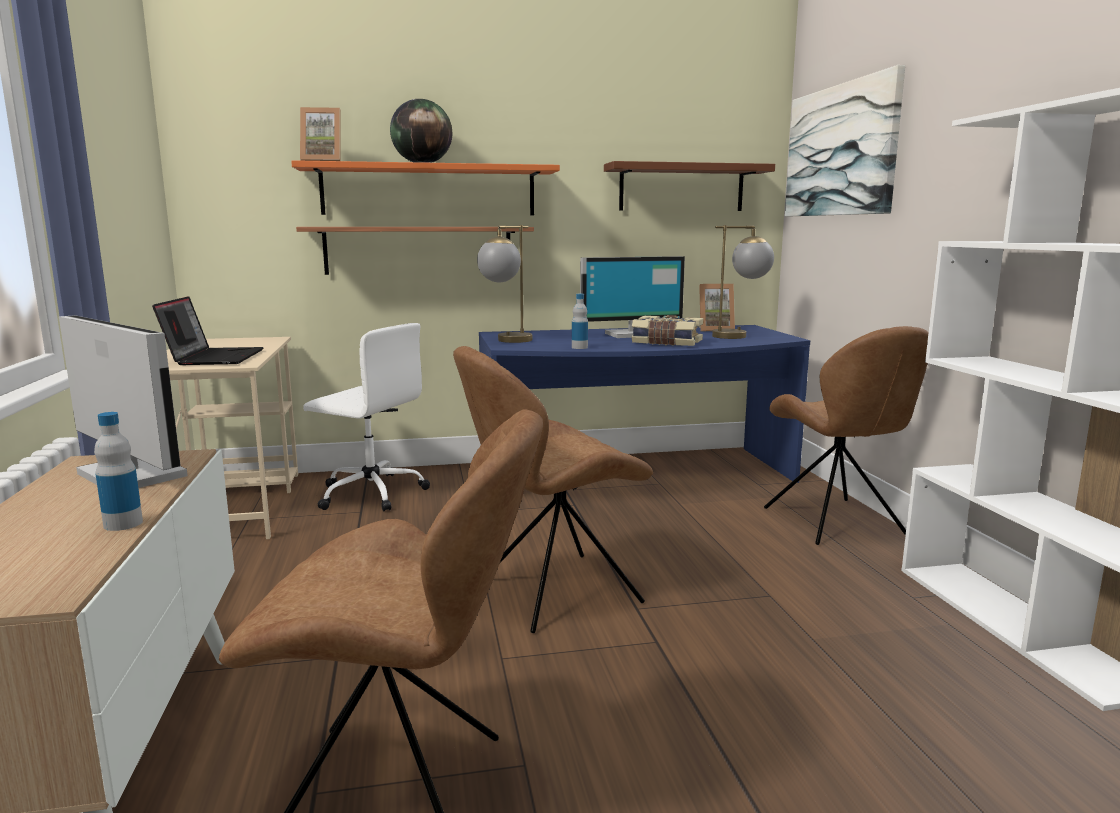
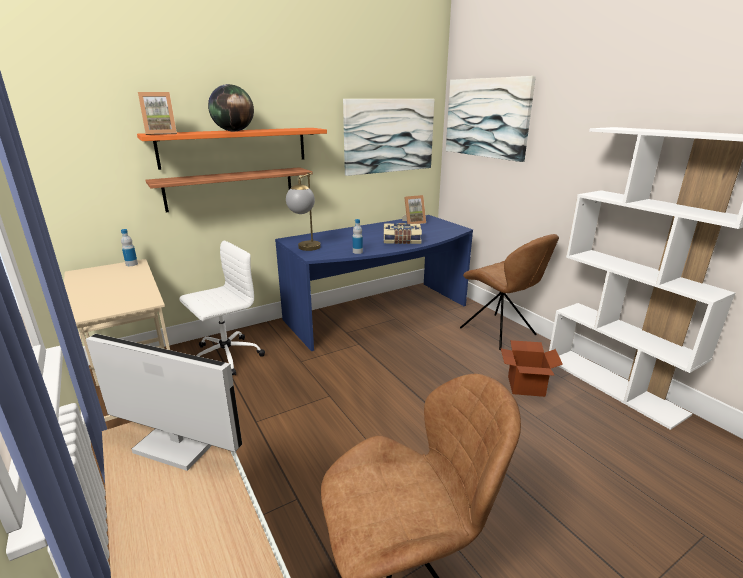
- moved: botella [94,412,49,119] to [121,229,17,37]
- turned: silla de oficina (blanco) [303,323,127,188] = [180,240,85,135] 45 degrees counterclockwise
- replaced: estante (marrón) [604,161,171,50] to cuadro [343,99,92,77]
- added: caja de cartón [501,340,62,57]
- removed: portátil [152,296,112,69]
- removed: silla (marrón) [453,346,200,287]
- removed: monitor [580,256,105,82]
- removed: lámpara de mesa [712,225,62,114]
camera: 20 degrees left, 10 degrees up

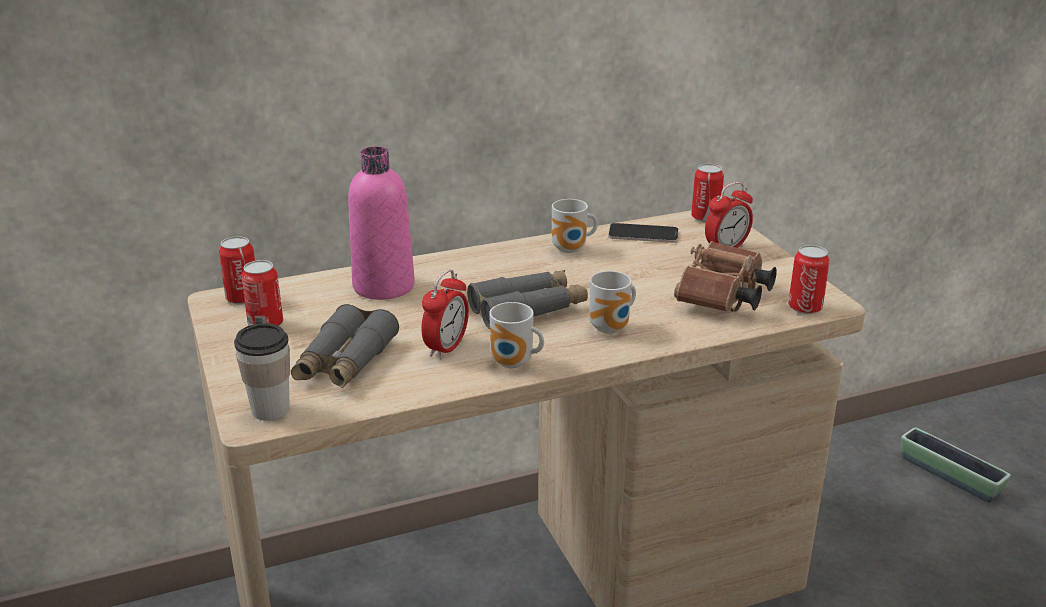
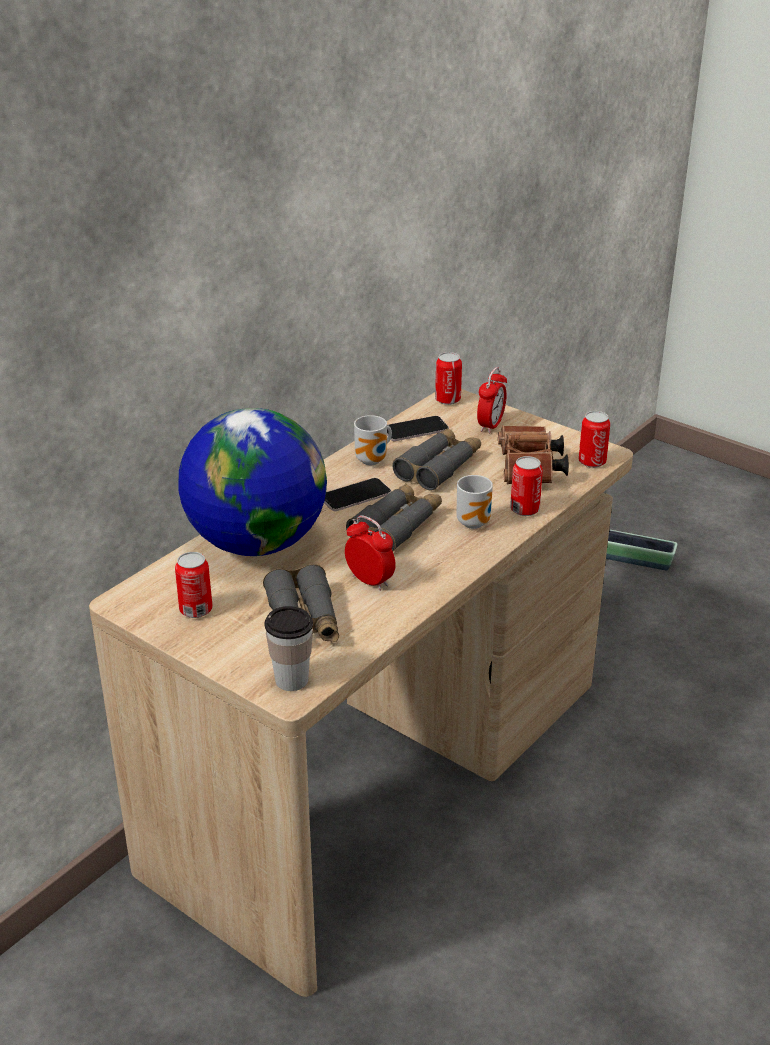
- replaced: botella (rosa) [348,147,67,153] to globo terráqueo [178,408,149,148]
- added: móvil [324,478,67,33]
- turned: despertador [421,269,48,90] = [345,515,51,76] 45 degrees counterclockwise
- added: prismáticos (gris) [392,428,89,63]
- moved: lata [219,236,36,69] to [510,456,33,60]
- removed: taza grande [489,302,55,66]
camera: 30 degrees left, 5 degrees up

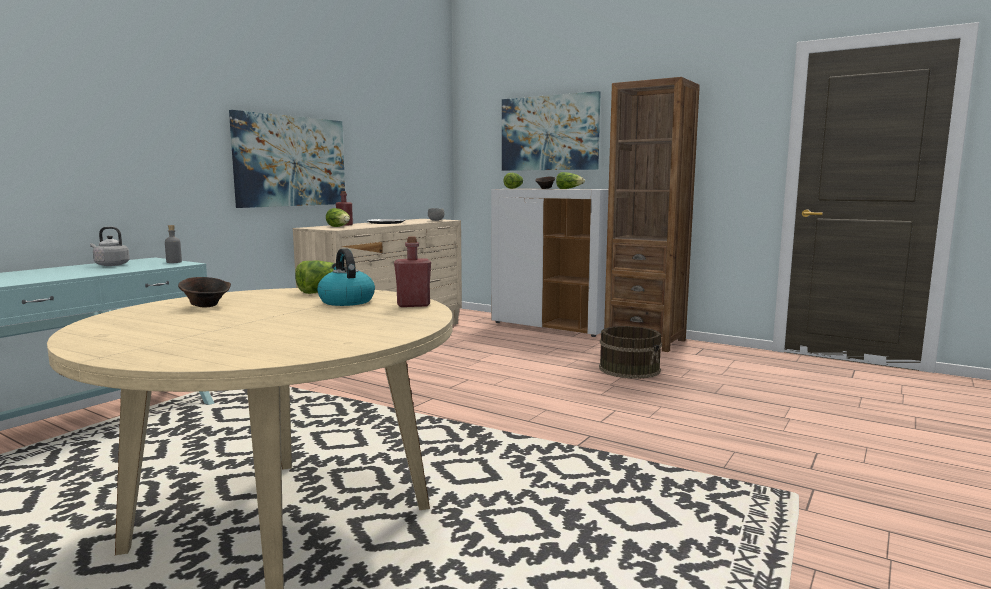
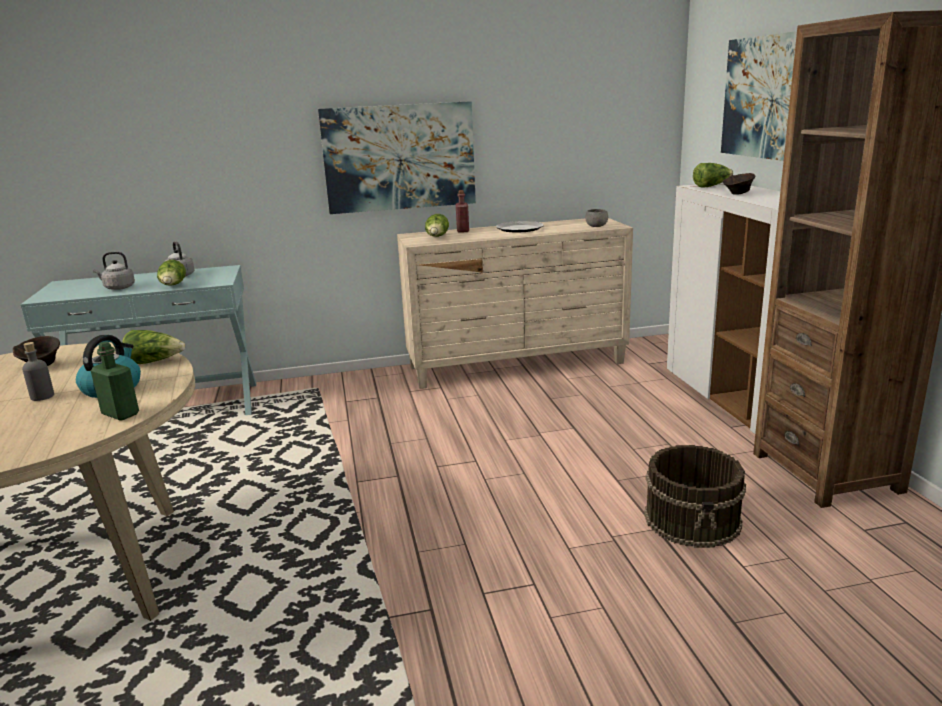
- moved: botella (gris) [165,225,17,38] to [22,342,32,59]
- recoloured: botella (rojo) [394,236,37,71] to botella (verde) [91,342,48,79]
- added: hervidor (gris) [93,252,42,38]
- moved: lechuga [556,172,29,17] to [157,260,29,25]
camera: 45 degrees right, 10 degrees up

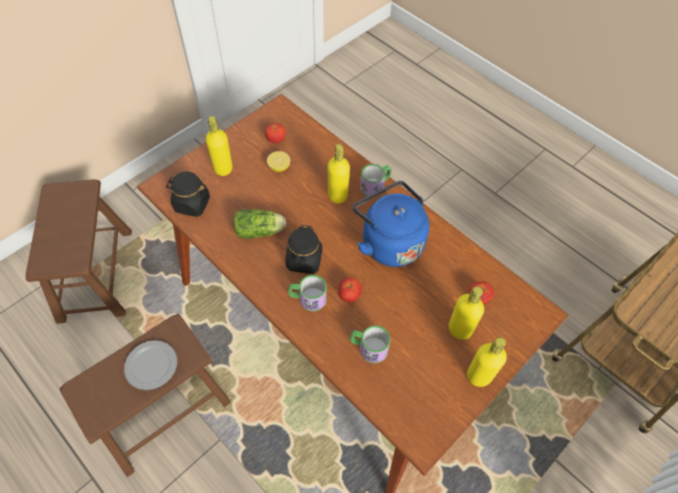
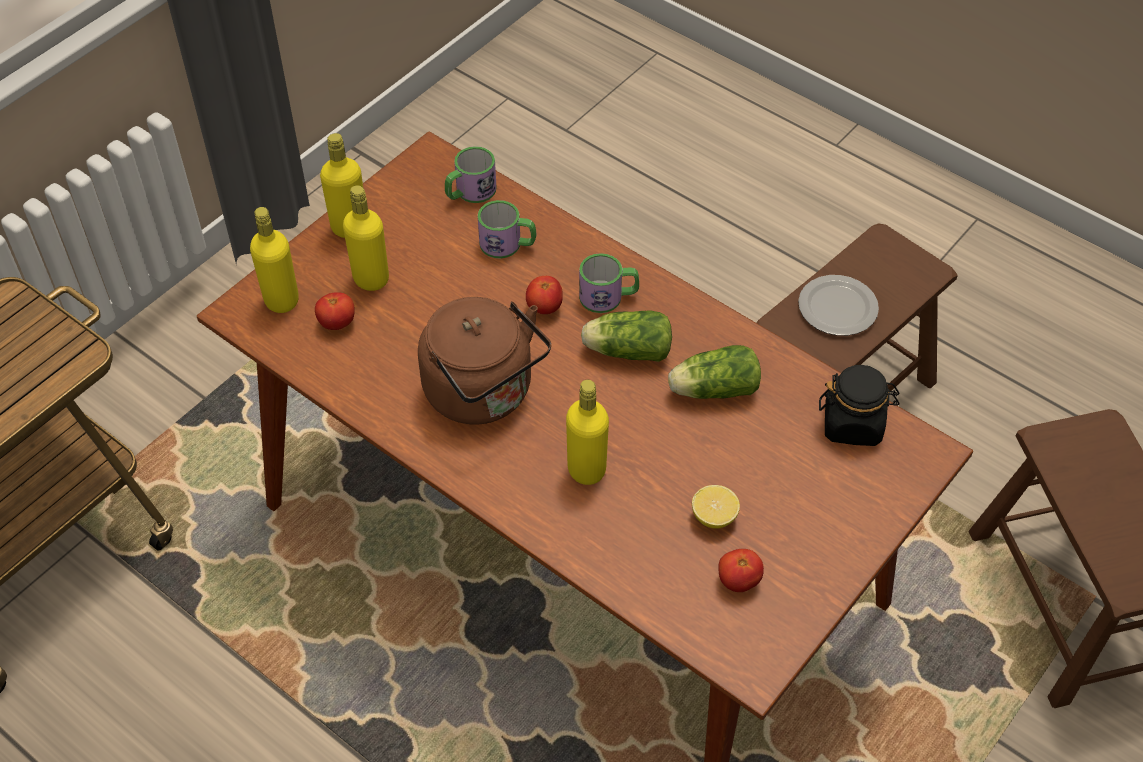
- moved: botella (amarillo) [206,116,27,60] to [250,207,49,106]
- recoloured: hervidor (azul) [353,181,76,86] to hervidor (marrón) [418,297,133,128]
- moved: taza grande [360,164,31,32] to [445,146,52,57]
- replaced: tarro (negro) [286,225,36,49] to lechuga [581,310,91,52]
camera: 175 degrees right, 5 degrees down

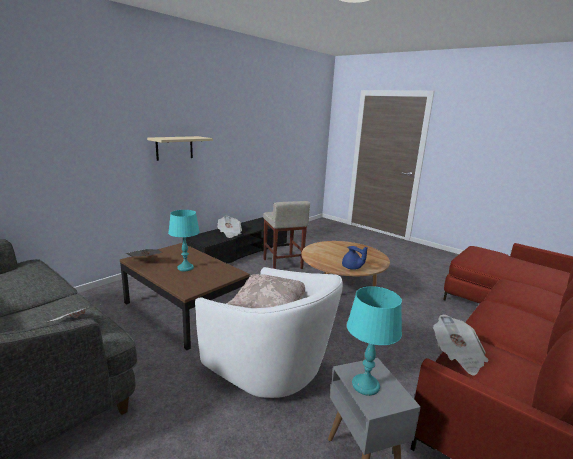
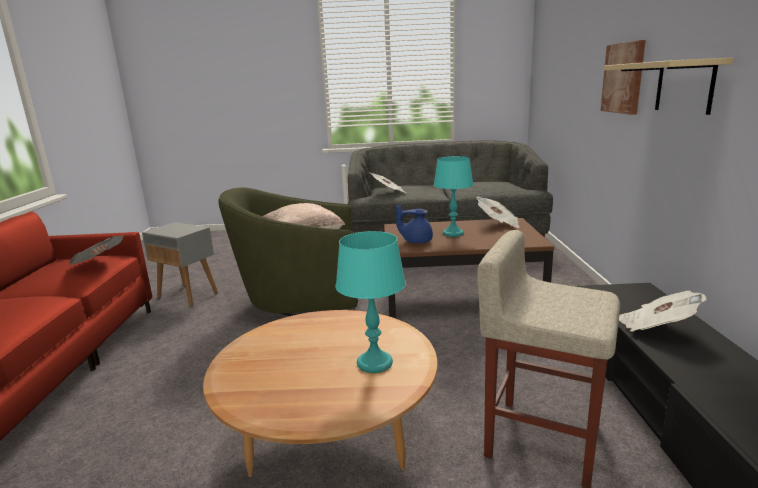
- recoloured: sillón (blanco) [195,267,148,131] to sillón (verde) [219,188,139,128]
- moved: lámpara de mesa (turquesa) [347,286,55,110] to [335,231,71,142]
- moved: tetera (azul) [342,246,26,24] to [395,205,38,38]
- added: cuadro [600,40,46,75]
camera: 140 degrees right, 0 degrees up

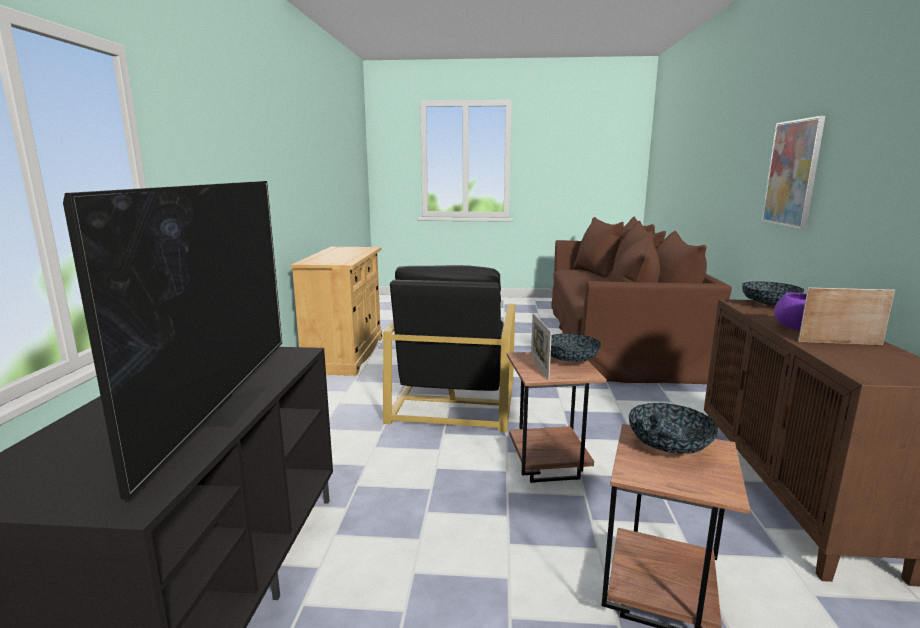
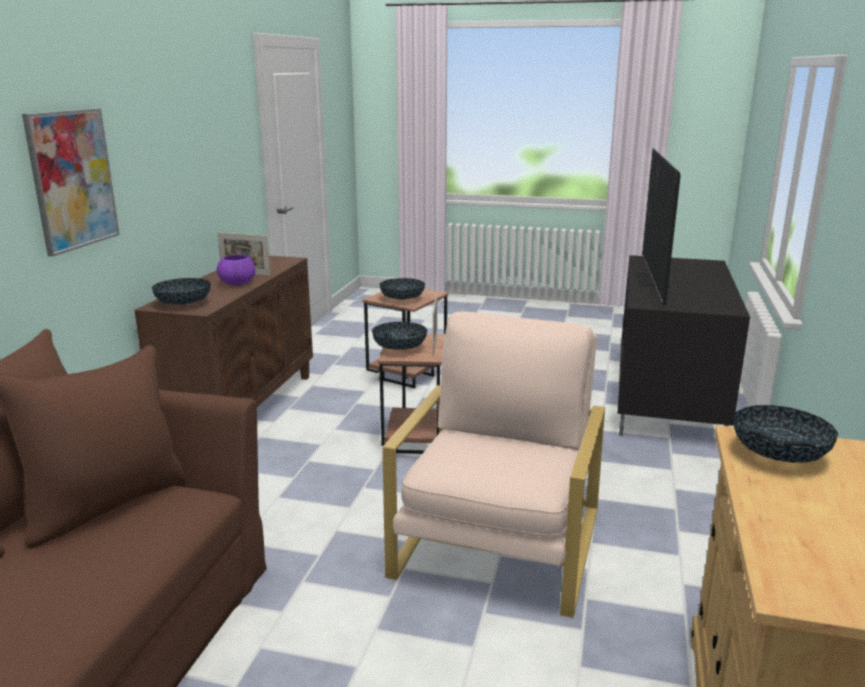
- recoloured: sillón (negro) [383,265,132,167] to sillón (beis) [382,312,223,306]
- added: cuenco [733,405,105,58]
camera: 170 degrees left, 5 degrees up

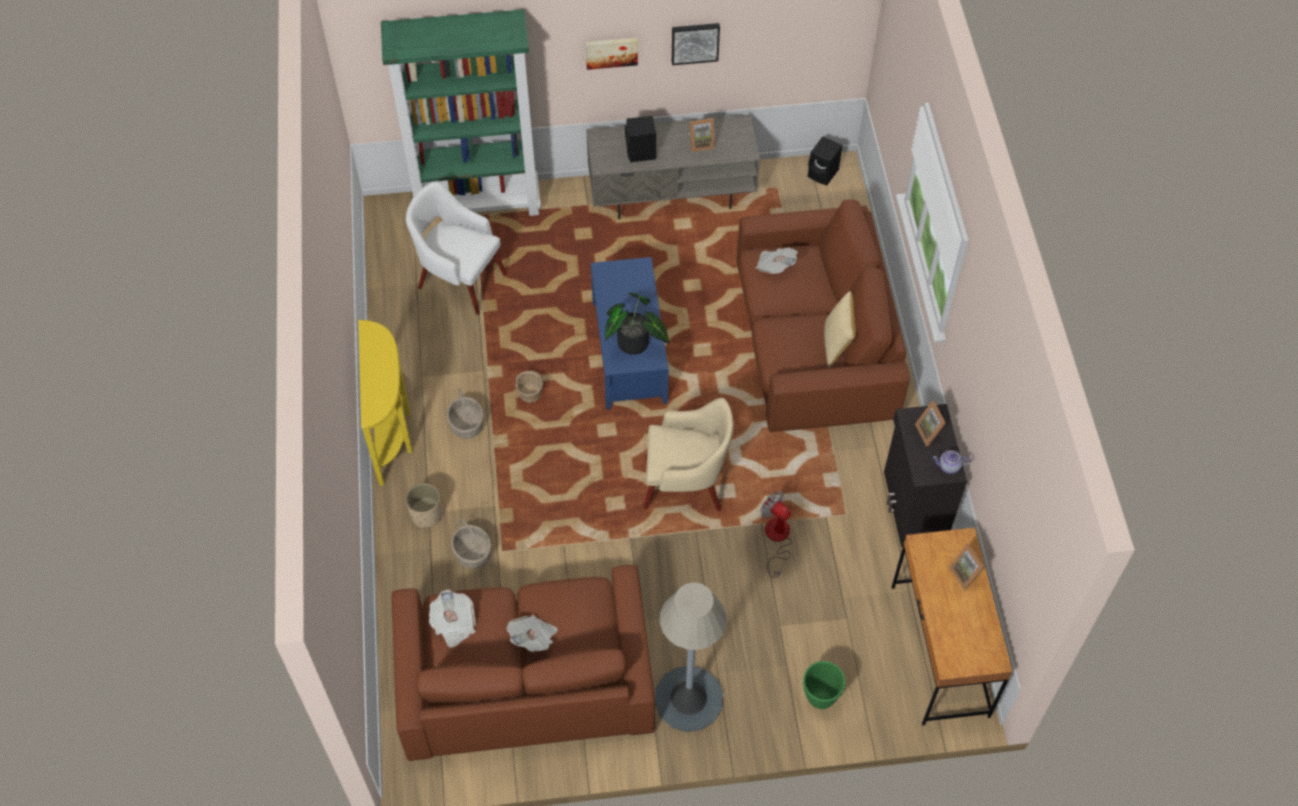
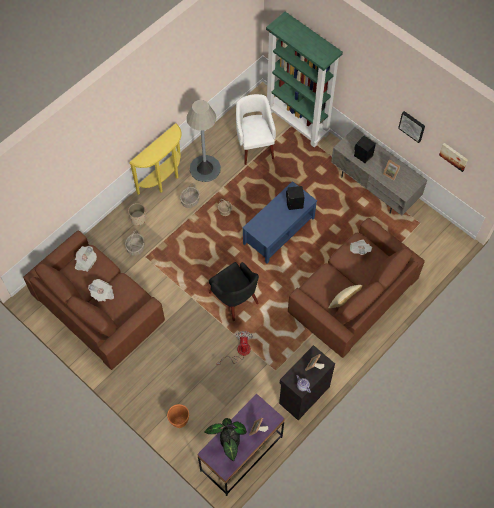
- recoloured: maceta (verde) [803,661,42,48] to maceta (naranja) [167,404,22,24]
- moved: lámpara de pie (gris) [655,583,72,149] to [187,100,34,82]
- recoloured: escritorio (marrón) [892,528,121,198] to escritorio (morado) [197,394,88,102]
- moved: planta en maceta [605,292,65,63] to [204,418,43,43]
- recoloured: sillón (beis) [643,398,91,113] to sillón (negro) [209,262,50,59]
- moved: altavoz (negro) [808,136,34,49] to [286,186,18,24]
- moved: cuadro [585,38,53,32] to [439,143,29,29]
camera: 50 degrees right, 5 degrees up

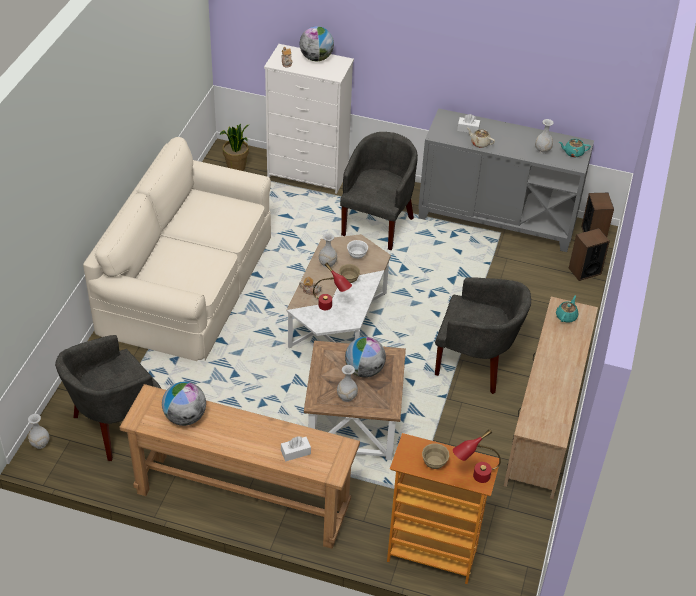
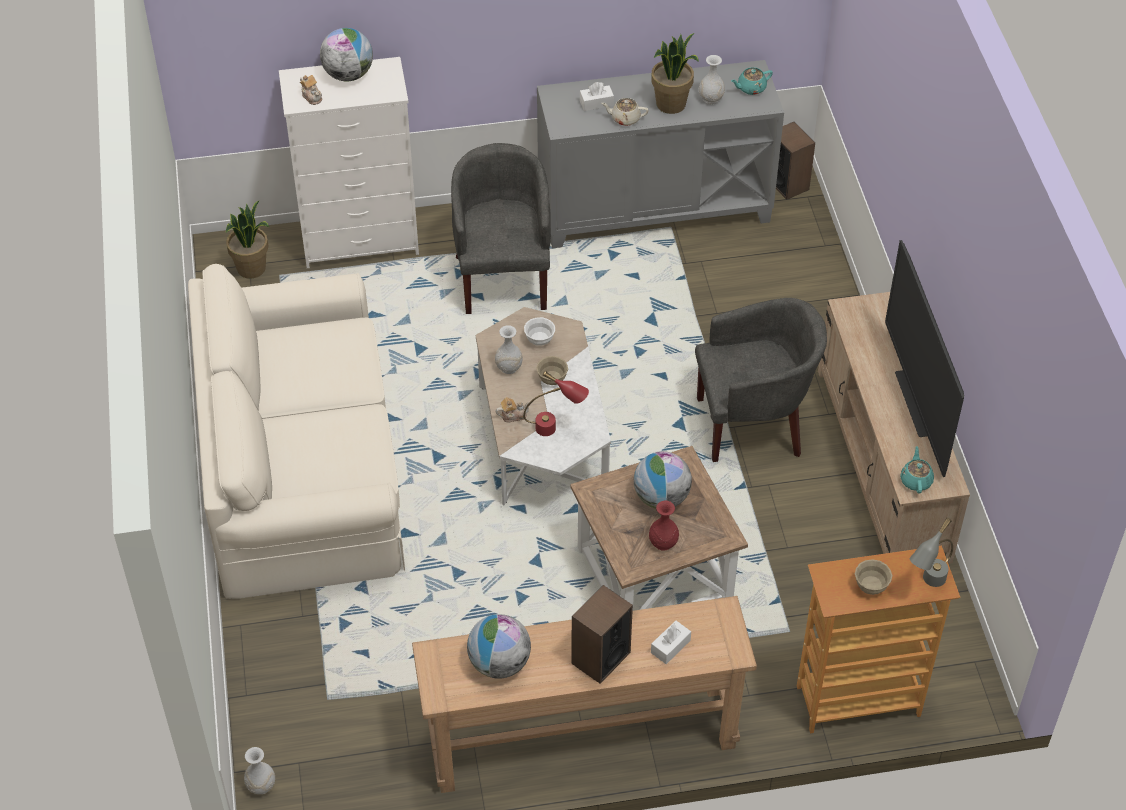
- moved: altavoz [569,228,41,53] to [571,585,62,99]
- recoloured: florero (blanco) [337,365,21,37] to florero (rojo) [649,501,30,50]
- added: planta en maceta [651,33,48,81]
- added: televisor [885,240,79,237]
- moved: tetera (turquesa) [556,296,23,27] to [900,446,34,48]
- recoloured: lámpara de mesa (rojo) [453,429,48,54] to lámpara de mesa (gris) [910,518,43,69]
- removed: sillón (gris) [55,335,107,126]
camera: 25 degrees left, 5 degrees up

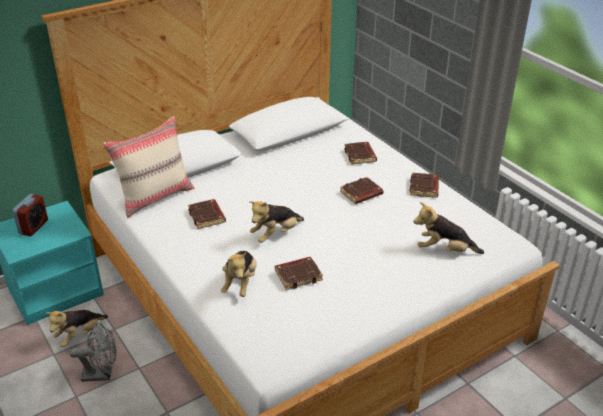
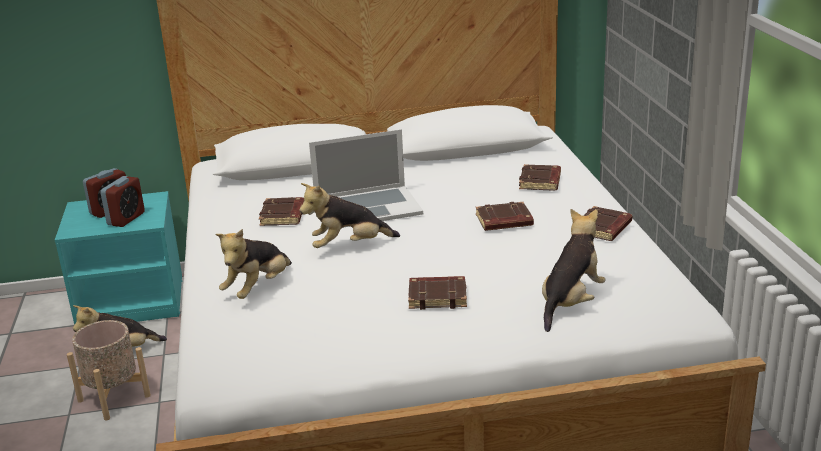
- replaced: ventilador (gris) [69,323,47,59] to maceta (beis) [67,320,84,101]
- added: despertador [100,176,45,51]
- added: portátil [309,129,114,101]
- moved: libro (marrón) [275,257,48,33] to [408,276,59,34]
- turned: peluche [414,202,70,52] = [542,209,64,123] 90 degrees clockwise
- removed: cojín (beis) [103,116,92,102]
camera: 25 degrees right, 10 degrees down

